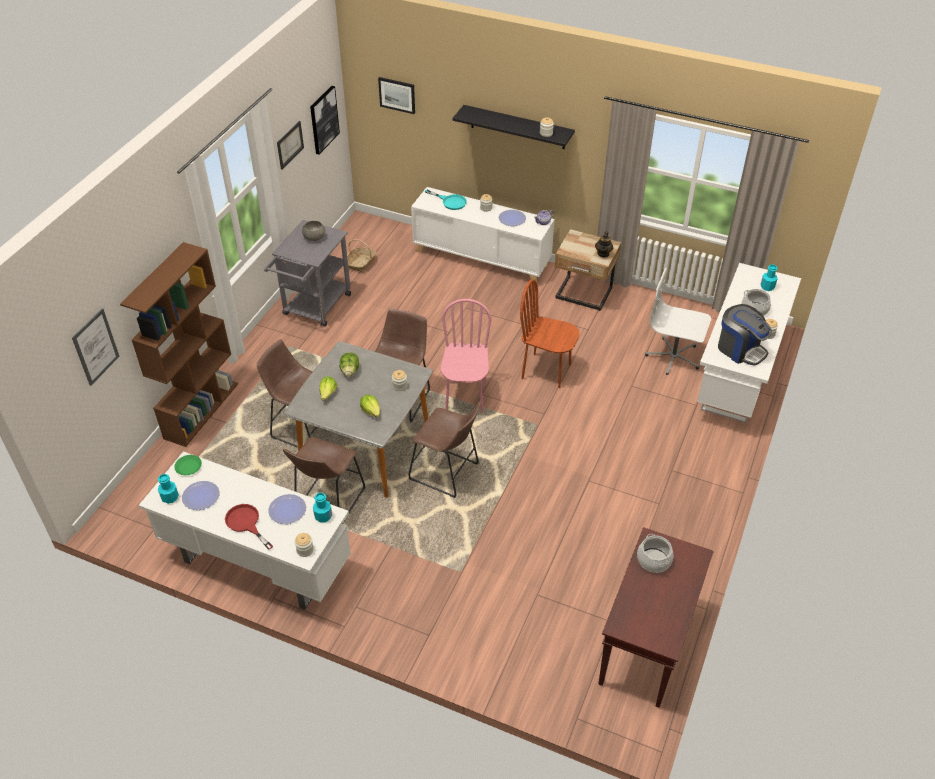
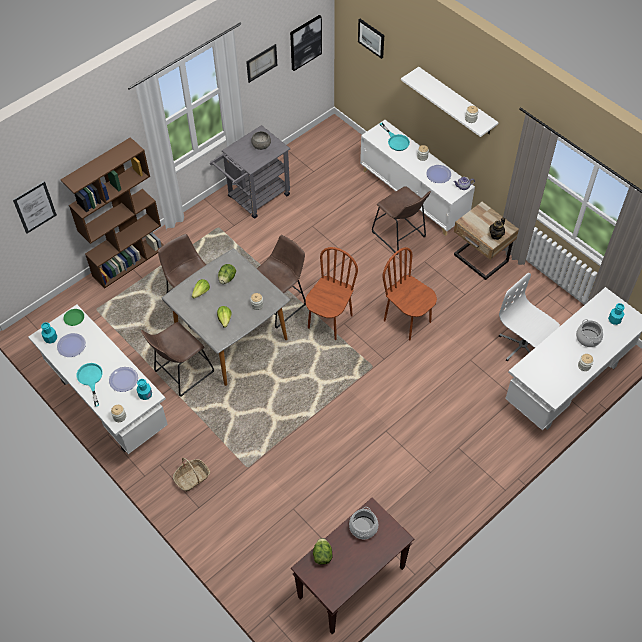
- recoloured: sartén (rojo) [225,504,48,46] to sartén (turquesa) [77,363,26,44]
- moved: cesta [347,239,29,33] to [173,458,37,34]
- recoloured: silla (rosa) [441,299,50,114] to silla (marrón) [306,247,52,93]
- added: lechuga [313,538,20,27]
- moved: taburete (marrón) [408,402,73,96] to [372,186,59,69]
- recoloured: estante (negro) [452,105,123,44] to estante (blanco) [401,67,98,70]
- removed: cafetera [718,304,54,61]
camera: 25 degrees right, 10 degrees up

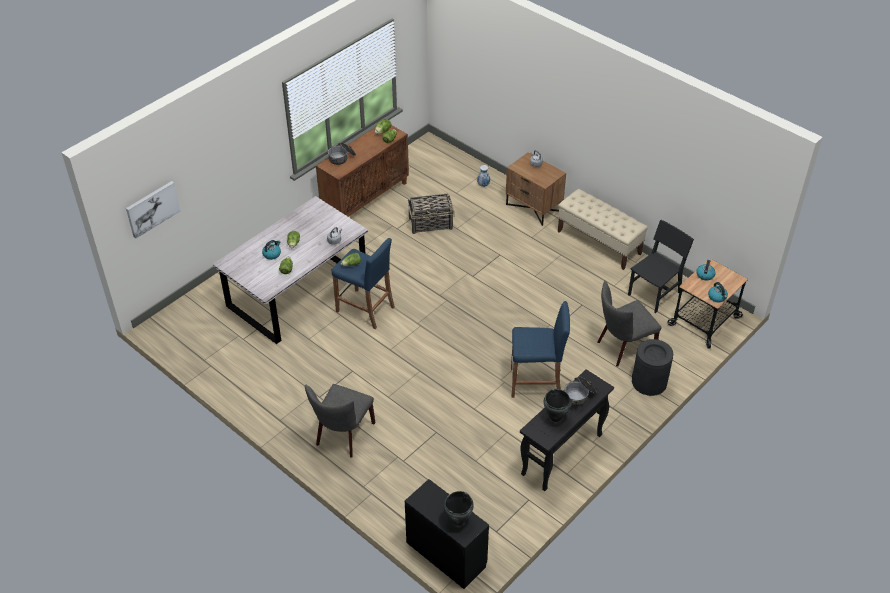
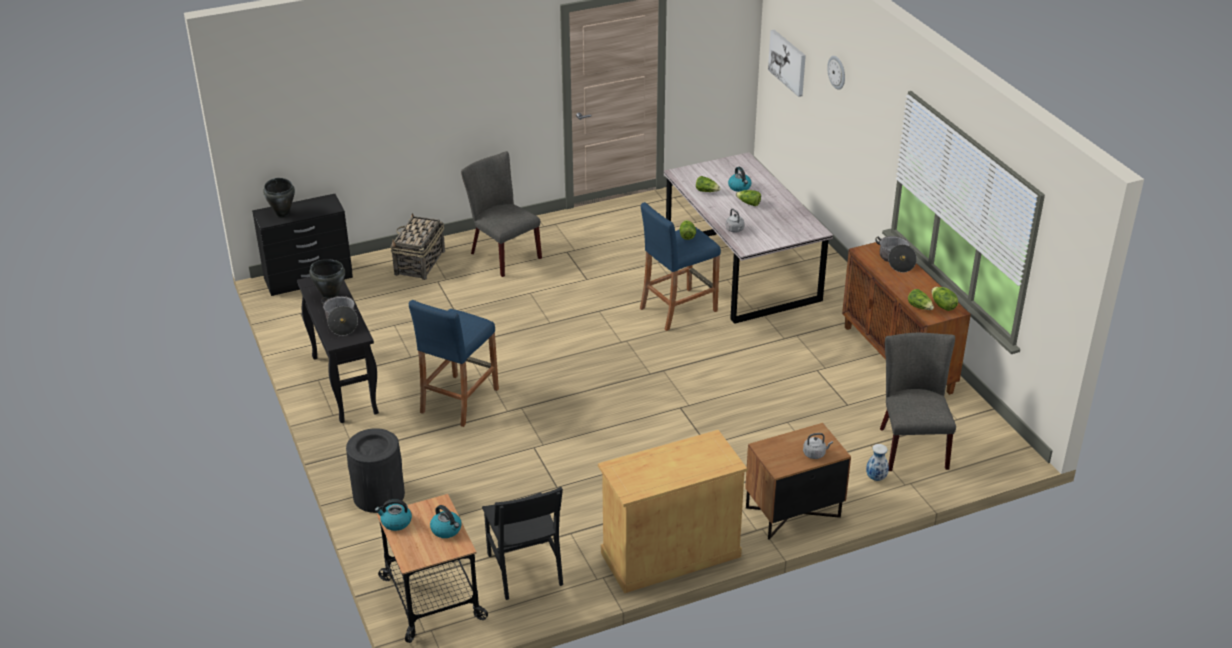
- moved: cesta [408,194,46,40] to [390,213,55,67]
- replaced: banco (beis) [558,189,90,81] to armario (beis) [598,430,149,163]
- added: reloj de pared [827,56,18,34]
- moved: silla (gris) [597,281,65,86] to [880,333,76,138]
camera: 115 degrees right, 10 degrees down

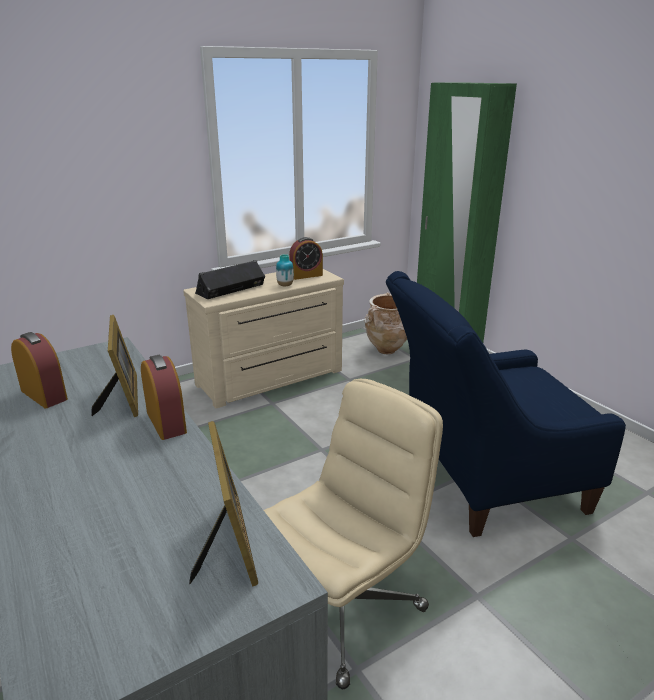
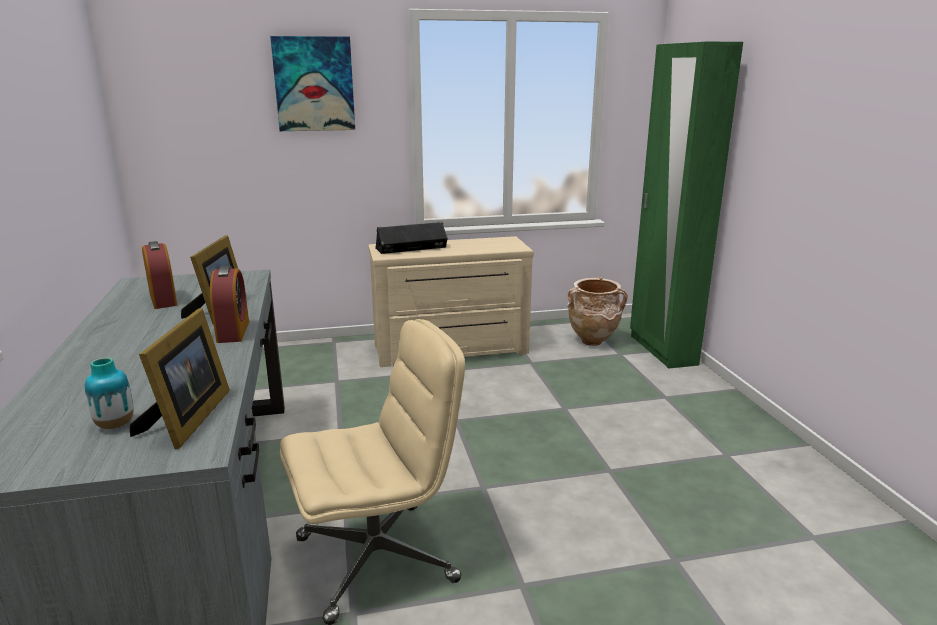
- moved: florero [276,254,18,32] to [85,357,49,72]
- added: cuadro [270,36,85,95]
- removed: despertador [289,237,34,43]
- removed: sillón (azul) [386,271,240,266]
camera: 20 degrees right, 5 degrees down

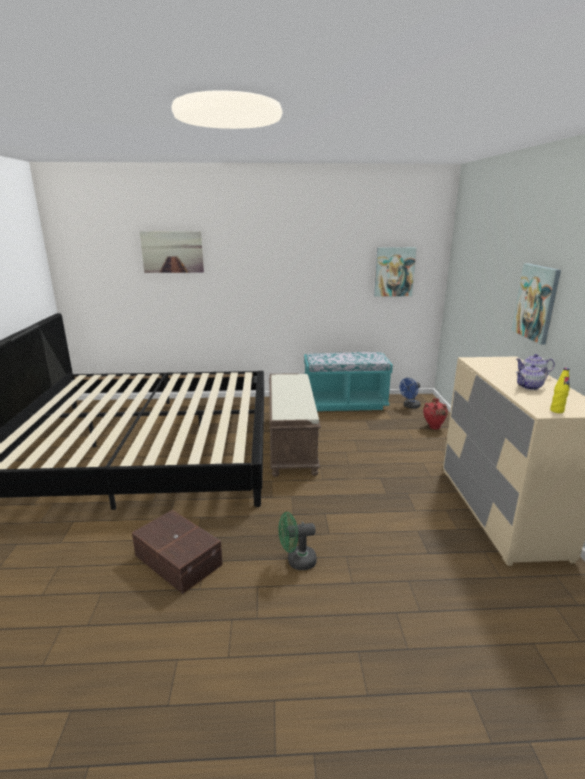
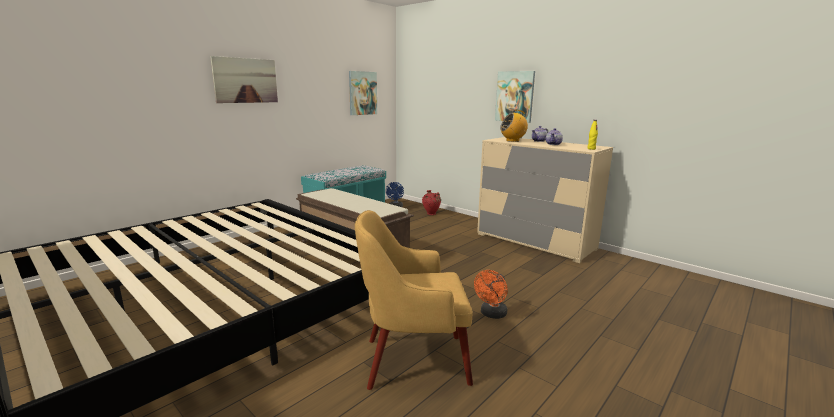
- moved: cuadro [140,231,64,42] to [210,56,68,47]
- replaced: caja de almacenaje (marrón) [132,510,91,84] to sillón (amarillo) [355,210,118,180]
- recoloured: ventilador (verde) [279,512,38,58] to ventilador (naranja) [474,270,34,49]
- added: radio [500,110,28,32]
camera: 45 degrees left, 5 degrees down

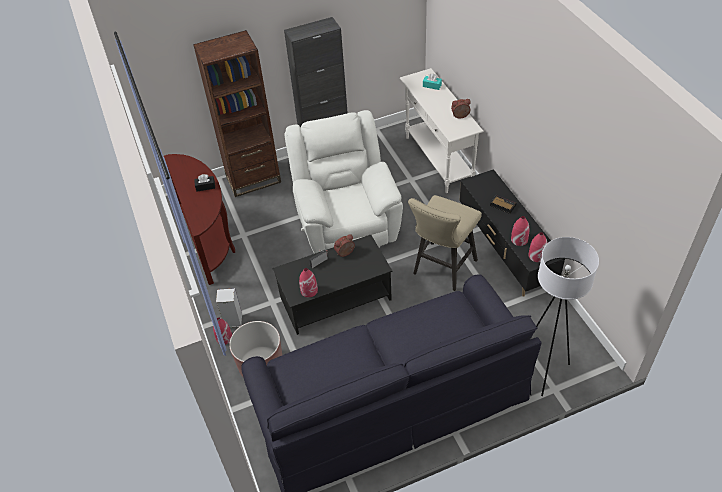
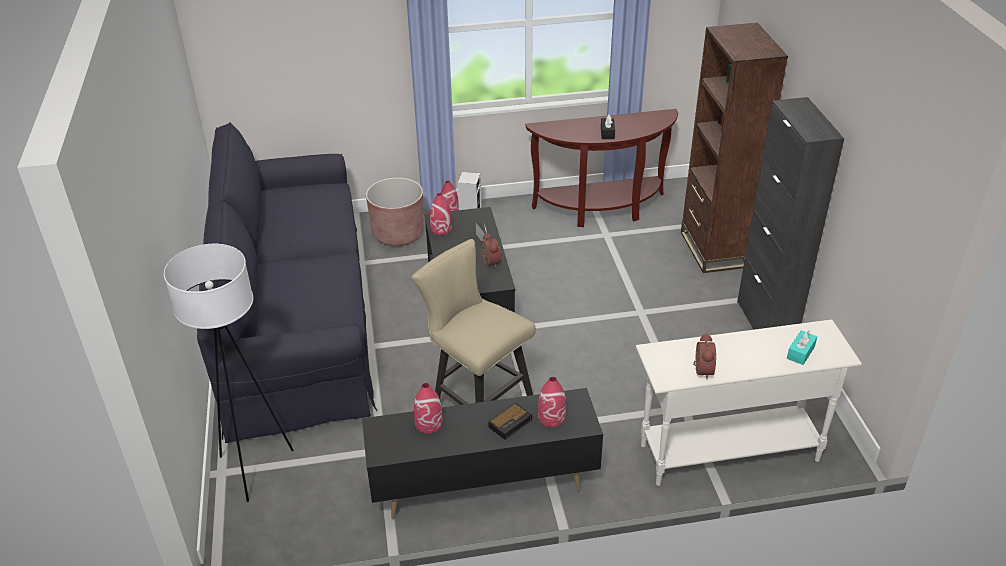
- moved: florero (rojo) [528,232,20,30] to [538,377,28,50]
- removed: sillón (blanco) [284,110,119,144]
camera: 100 degrees right, 10 degrees down

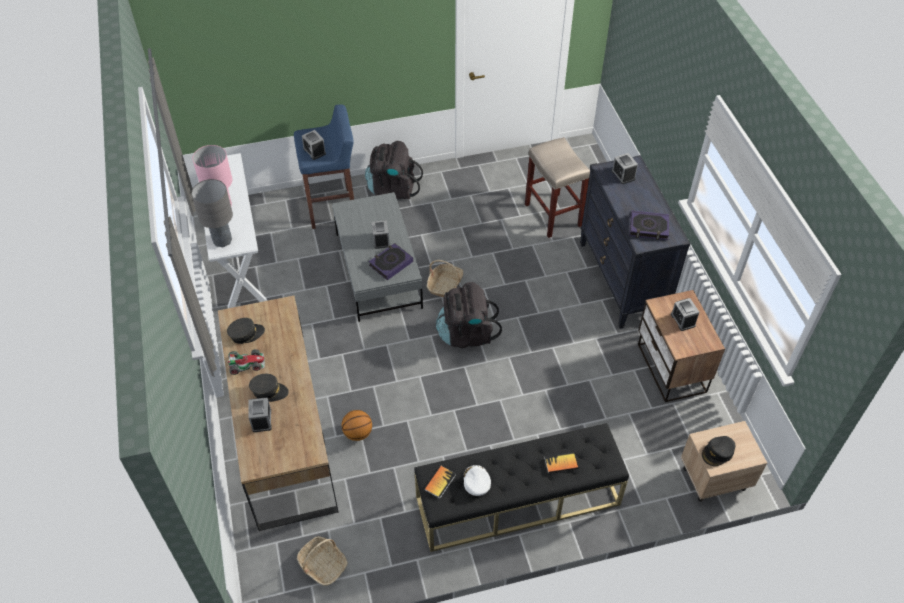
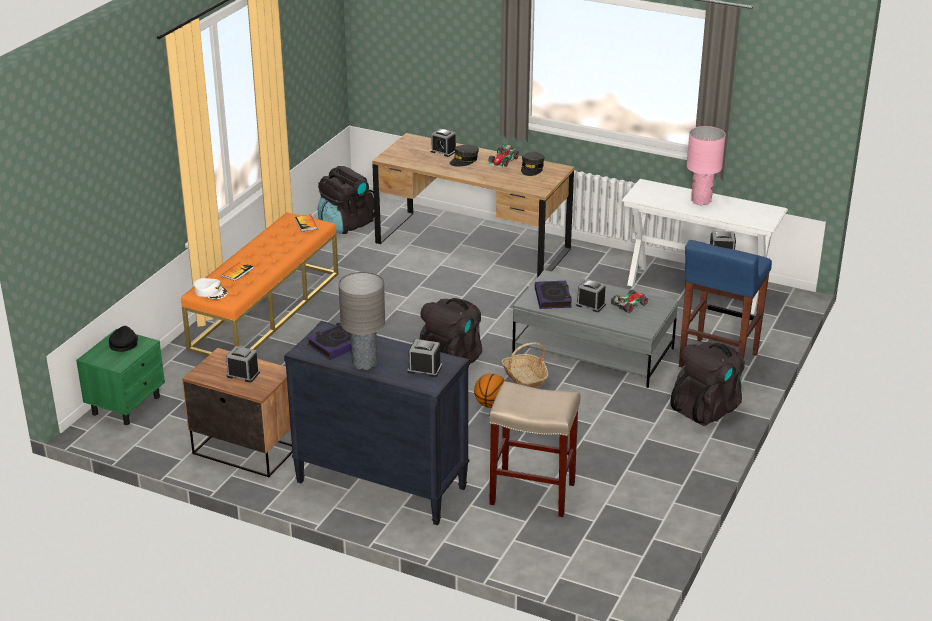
- recoloured: mesita de noche (beis) [681,421,86,81] to mesita de noche (verde) [76,329,89,96]
- recoloured: banco (negro) [414,423,215,129] to banco (naranja) [181,212,157,144]
- moved: gorra (blanco) [464,465,27,31] to [193,278,35,21]
- replaced: cesta [297,536,51,50] to mochila (negro) [318,166,56,68]
- moved: lámpara de mesa (gris) [191,179,42,68] to [339,272,46,98]
- moved: balón de baloncesto [341,410,31,31] to [474,373,31,35]
- added: coche de juguete [611,290,39,23]
camera: 130 degrees right, 20 degrees down

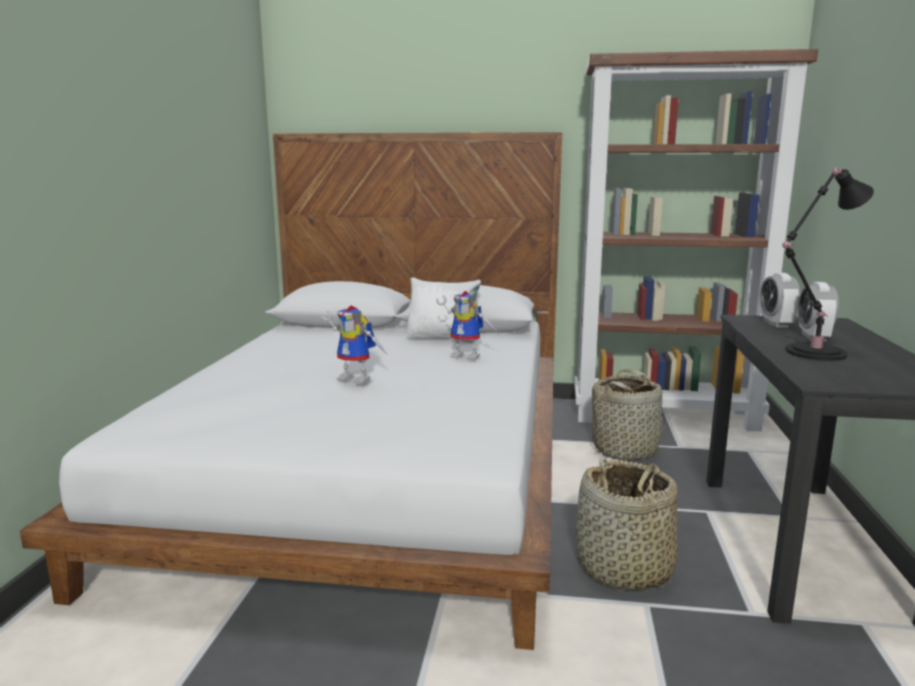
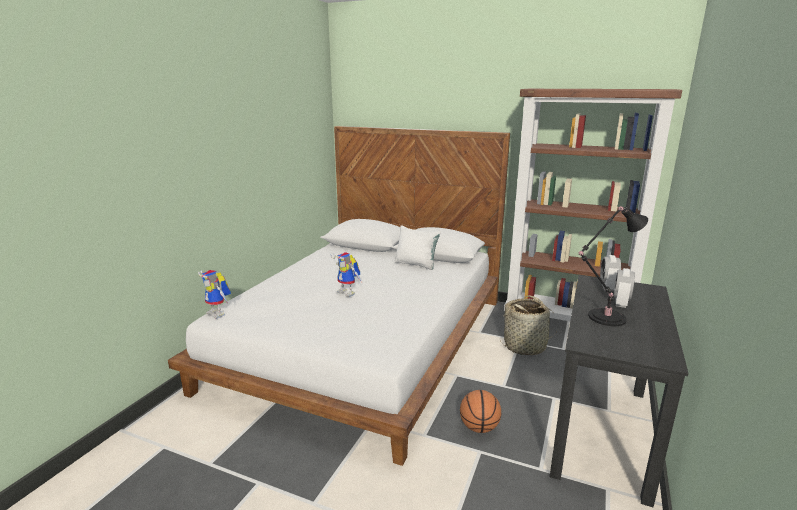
- moved: robot de juguete [436,291,62,69] to [198,270,33,49]
- replaced: cesta [576,457,102,133] to balón de baloncesto [460,390,41,43]
camera: 15 degrees right, 5 degrees up

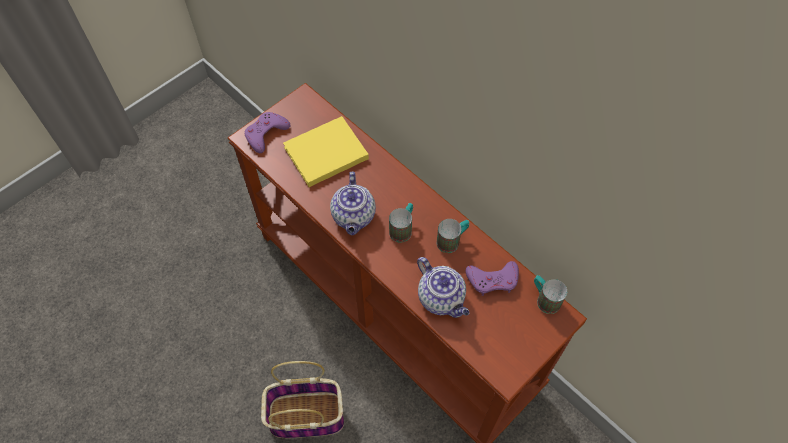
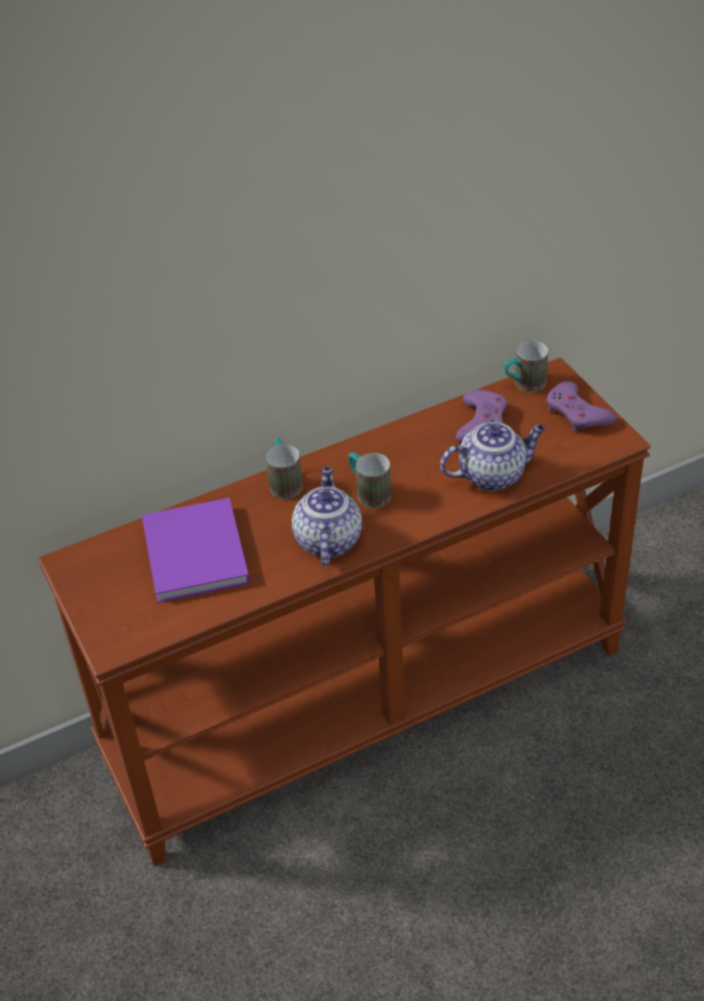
- recoloured: libro (amarillo) [283,116,86,71] to libro (morado) [142,498,108,105]
- moved: taza grande [437,219,32,34] to [266,438,37,61]
- turned: tetera [330,171,46,64] = [292,466,70,100] 105 degrees counterclockwise
- moved: mando de consola (morado) [244,112,47,41] to [547,381,69,50]
- removed: cesta [261,361,83,77]
camera: 70 degrees left, 15 degrees down

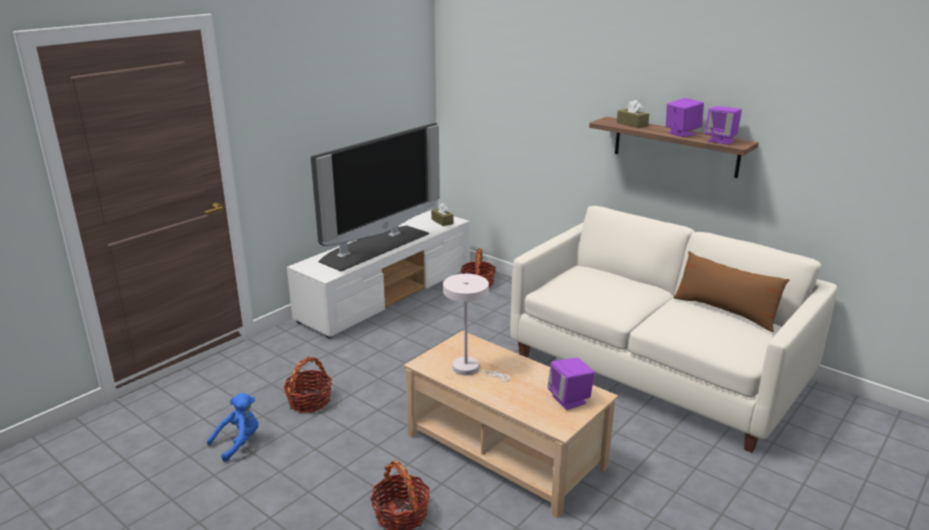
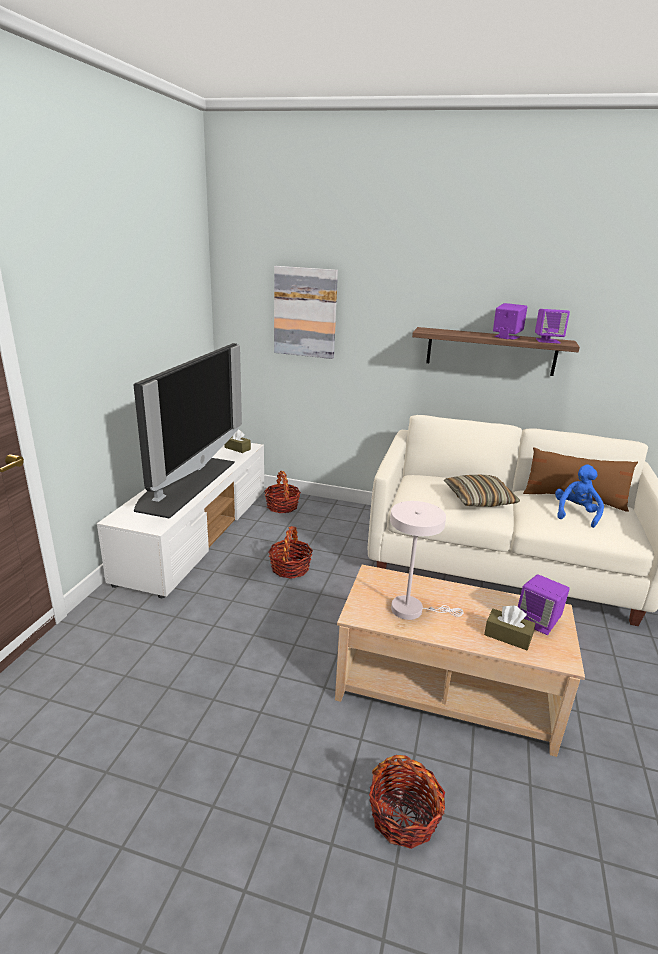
- moved: cesta [283,357,49,56] to [268,526,45,53]
- added: cuadro [274,266,64,93]
- added: cojín [444,475,76,32]
- moved: caja de pañuelos (marrón) [617,100,32,28] to [484,605,51,45]
- moved: peluche (azul) [207,393,52,69] to [555,464,49,64]
camera: 25 degrees left, 0 degrees up

